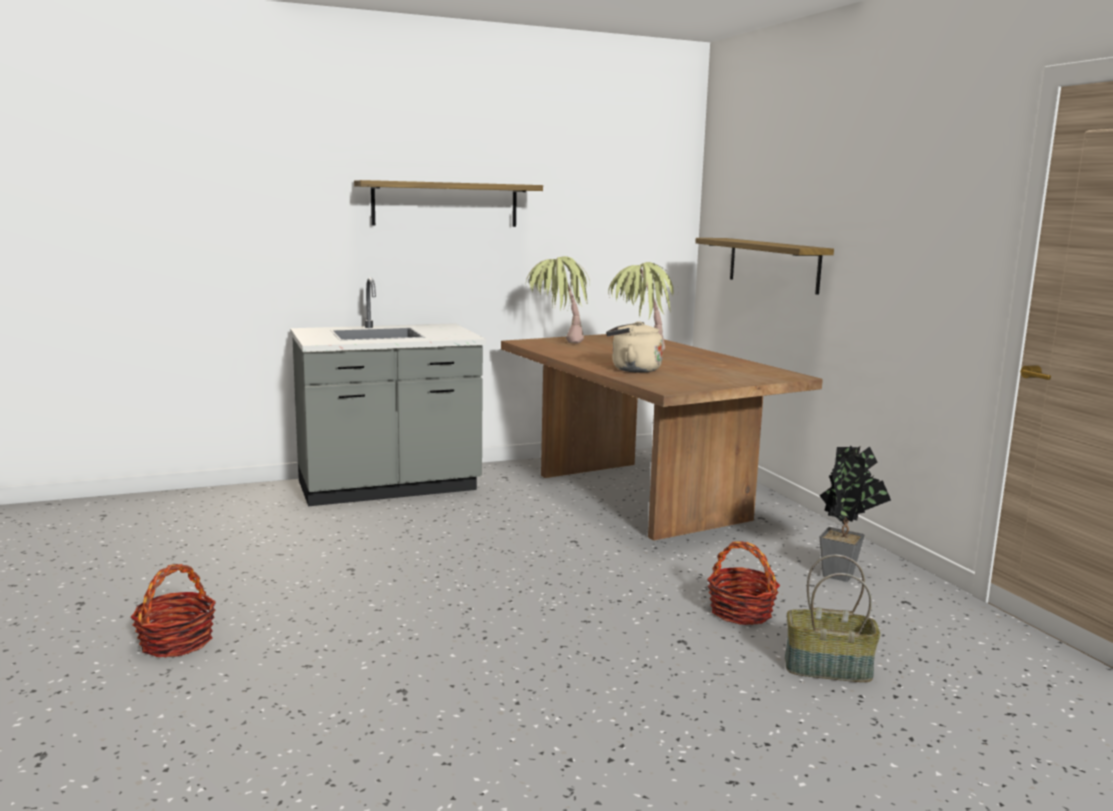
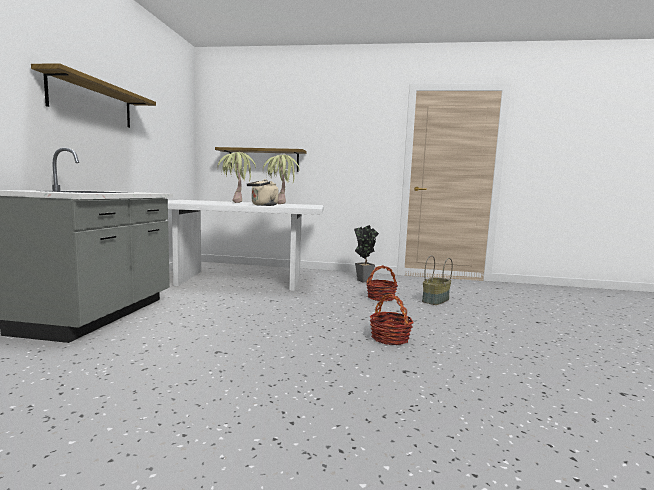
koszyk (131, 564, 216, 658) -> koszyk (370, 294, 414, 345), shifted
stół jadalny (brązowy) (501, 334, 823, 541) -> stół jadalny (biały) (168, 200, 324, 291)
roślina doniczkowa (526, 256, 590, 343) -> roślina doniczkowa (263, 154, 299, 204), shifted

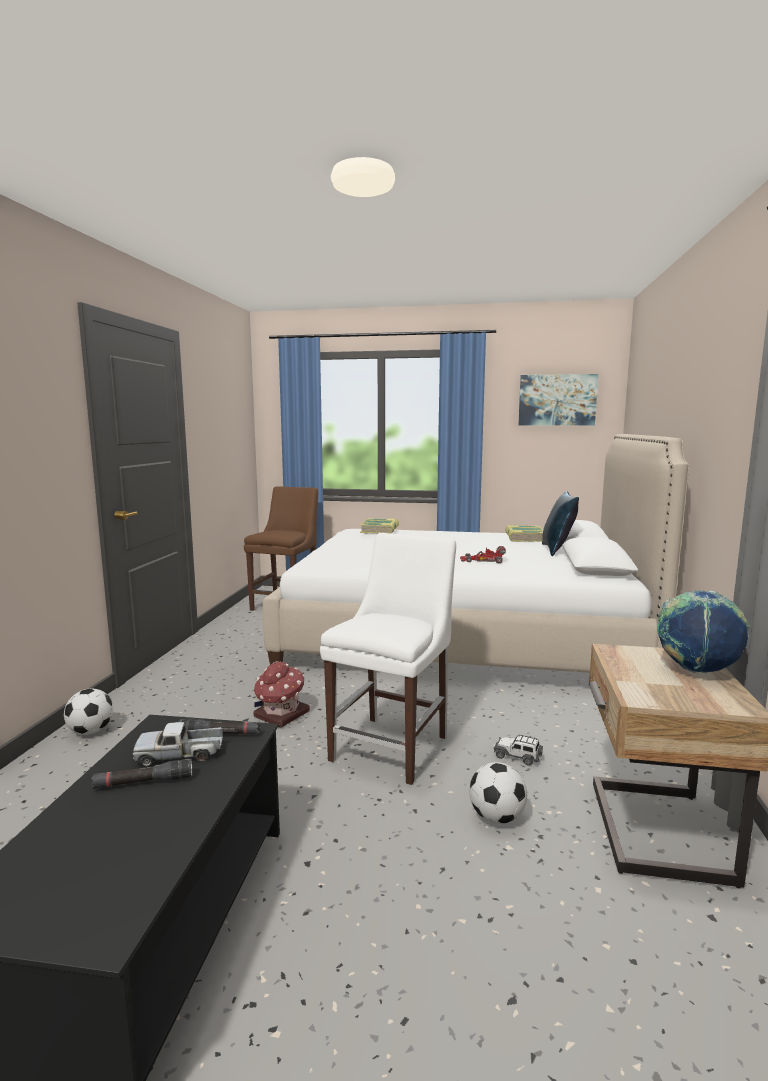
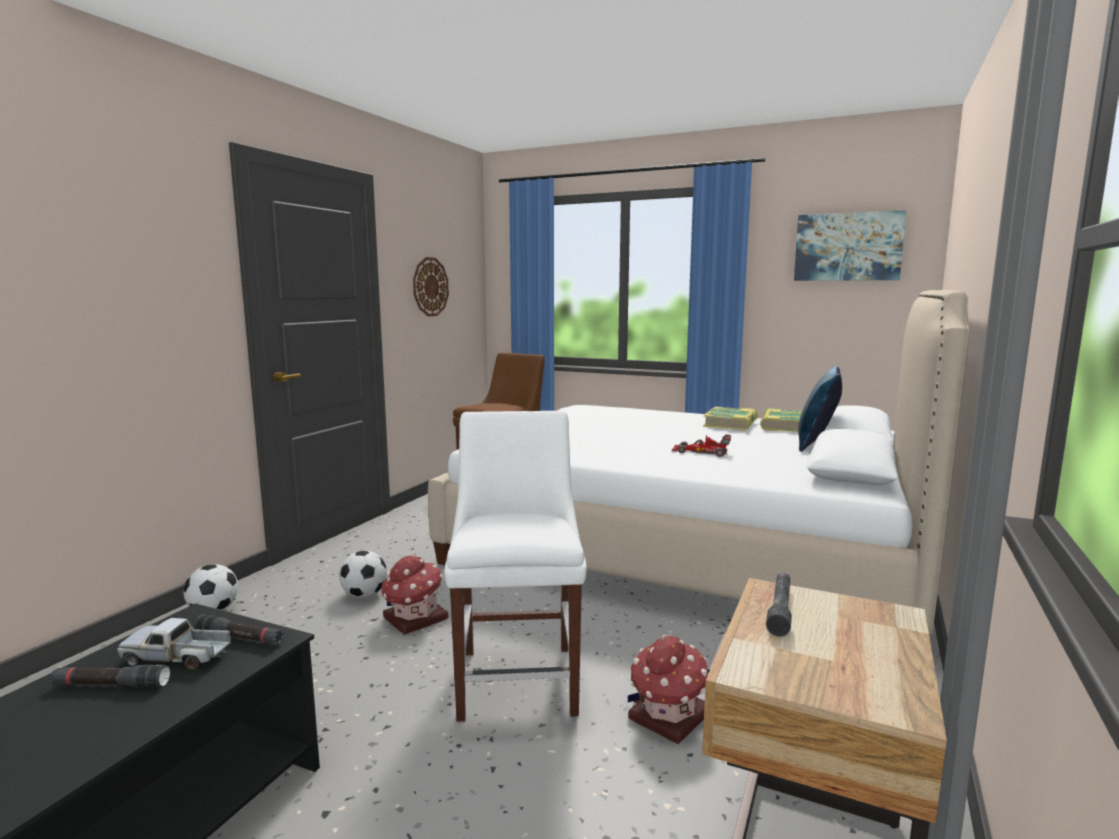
krzesło (biały) (320, 533, 456, 785) -> krzesło (biały) (444, 411, 587, 722), 45 degrees counterclockwise
książka (360, 518, 399, 534) -> książka (703, 407, 758, 431), shifted
piłka futbolowa (469, 762, 527, 824) -> piłka futbolowa (339, 551, 387, 598), shifted
samochodzik (494, 734, 543, 766) -> domek (628, 635, 708, 744)
globus (657, 590, 750, 674) -> none
none -> zegar ścienny (413, 257, 449, 316)
none -> latarka (szary) (766, 573, 792, 637)

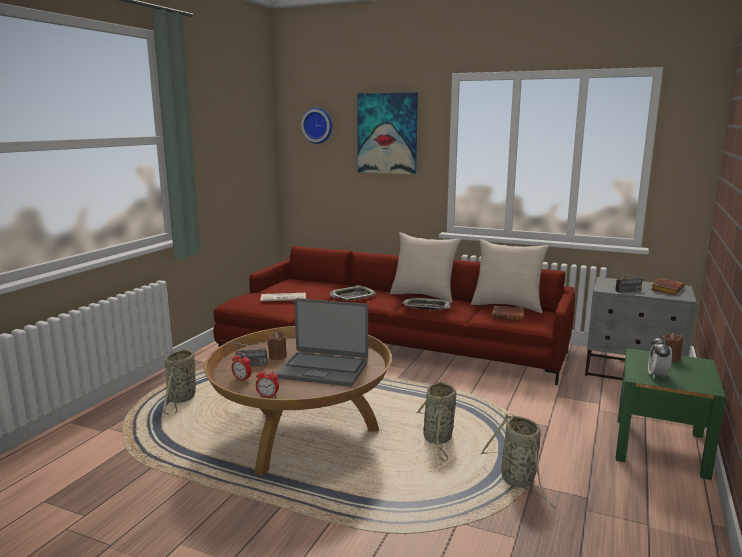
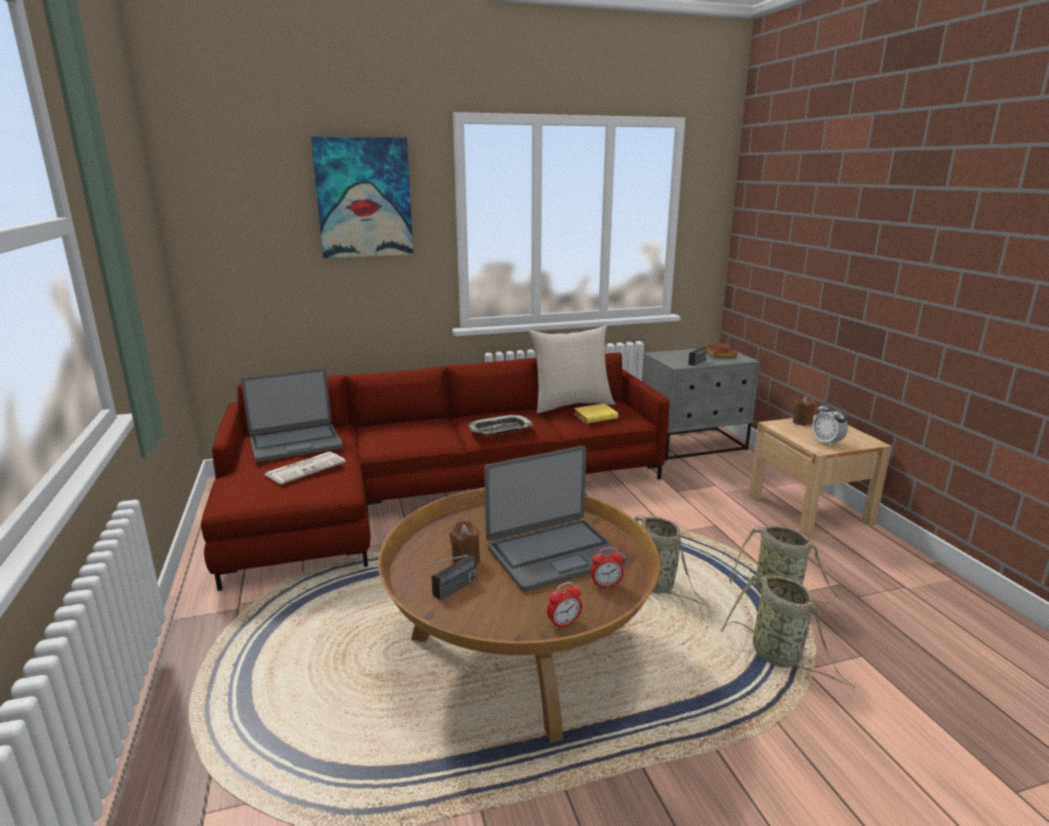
koszyk (163, 348, 196, 415) -> koszyk (721, 574, 855, 688), shifted
budzik (232, 352, 252, 381) -> budzik (590, 547, 624, 589), shifted
zegar ścienny (301, 107, 332, 144) -> none
taca (330, 285, 376, 301) -> none
poduszka (beżowy) (390, 232, 461, 303) -> none
książka (brązowy) (492, 306, 524, 321) -> książka (żółty) (574, 403, 618, 424)
szafka nocna (zielony) (615, 348, 726, 480) -> szafka nocna (beżowy) (749, 415, 892, 537)
none -> laptop (241, 368, 343, 462)

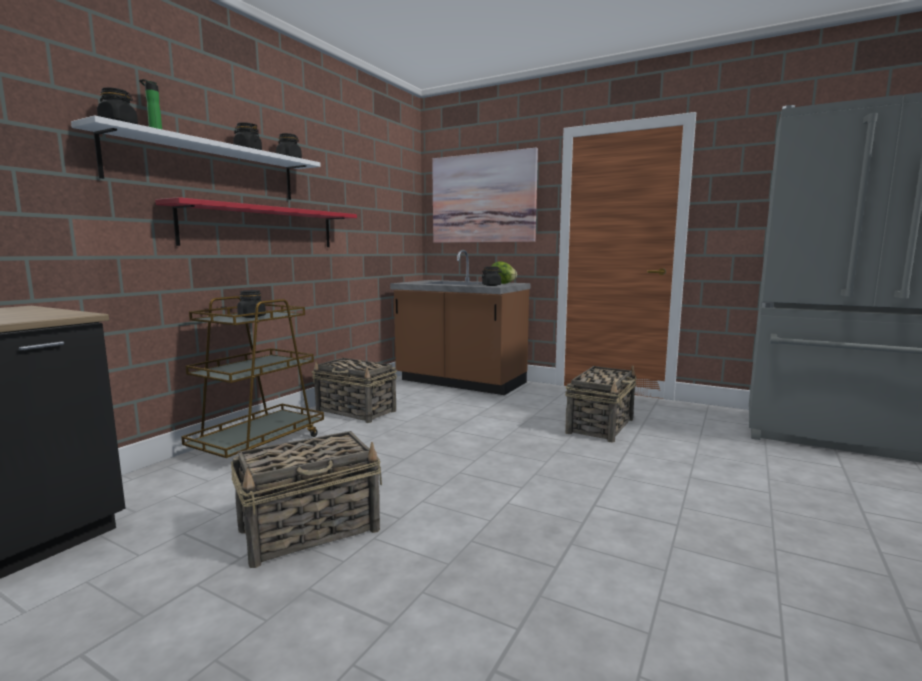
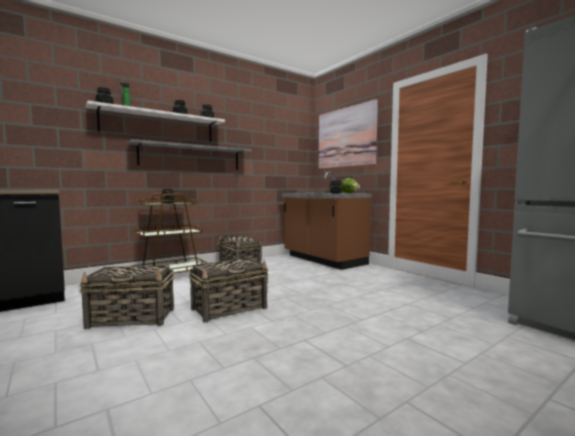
półka (czerwony) (155, 197, 357, 247) -> półka (szary) (127, 139, 252, 169)
koszyk (565, 365, 636, 443) -> koszyk (189, 258, 268, 323), shifted

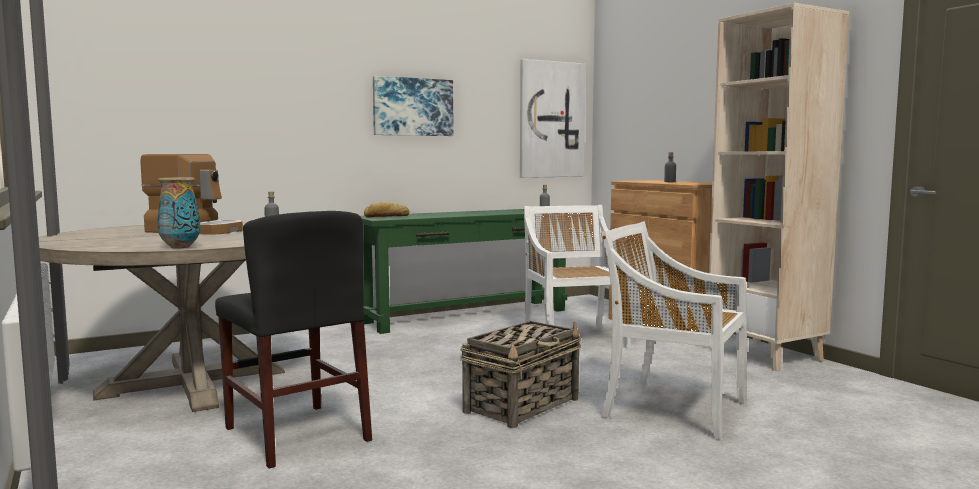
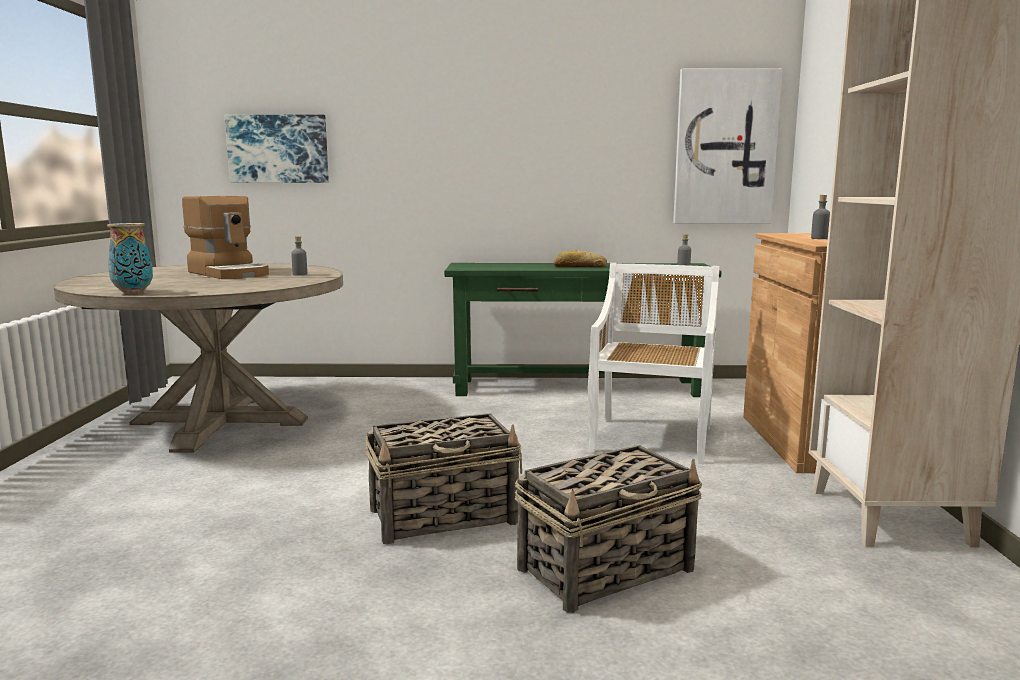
krzesło (czarny) (215, 211, 372, 469) -> none
chleb (364, 203, 409, 217) -> chleb (553, 250, 607, 267), shifted
obraz (373, 76, 453, 136) -> obraz (225, 115, 329, 183), shifted
krzesło (biały) (601, 221, 747, 441) -> koszyk (515, 445, 702, 613)

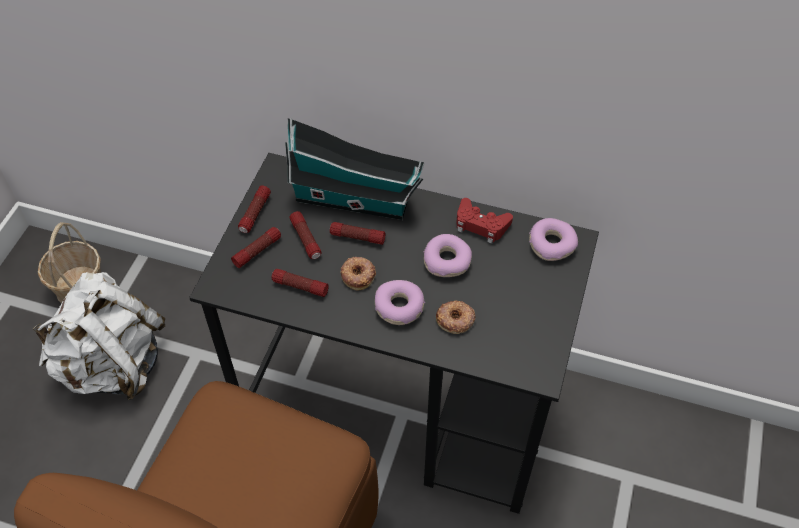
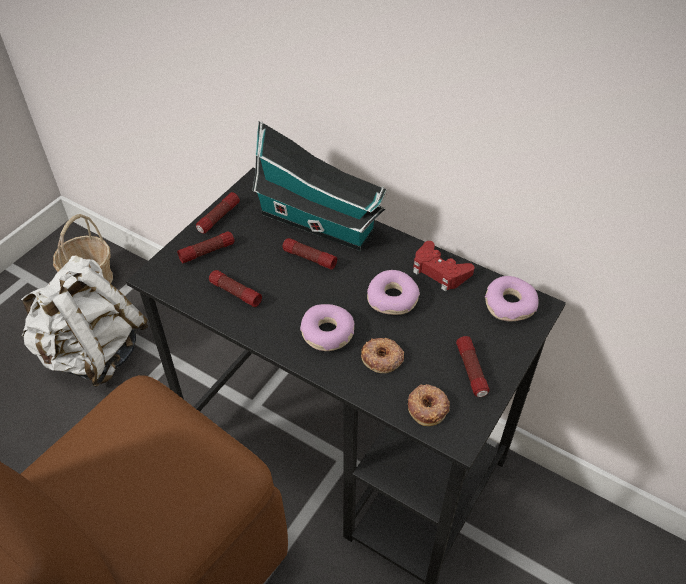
latarka (289, 211, 322, 259) -> latarka (456, 336, 489, 397), shifted
donut (340, 257, 376, 291) -> donut (408, 384, 450, 426), shifted

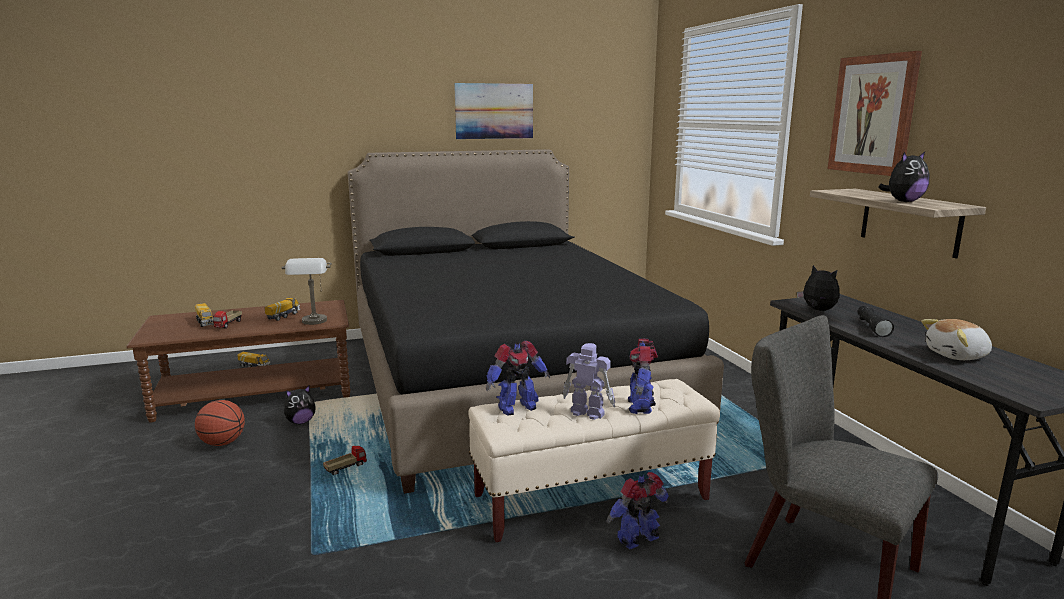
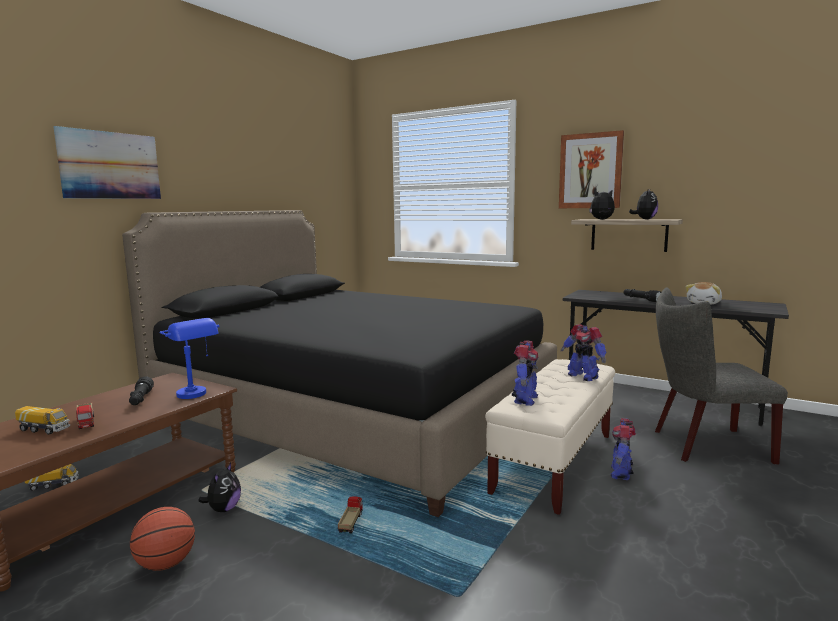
ciężarówka zabawkowa (265, 297, 300, 321) -> latarka (czarny) (129, 376, 154, 405)
lampa stołowa (szary) (282, 258, 332, 325) -> lampa stołowa (niebieski) (160, 318, 220, 399)
obraz (454, 83, 533, 139) -> obraz (53, 126, 161, 199), shifted
robot zabawkowy (563, 343, 615, 420) -> none
pluszak (797, 265, 840, 311) -> pluszak (589, 190, 615, 220), shifted

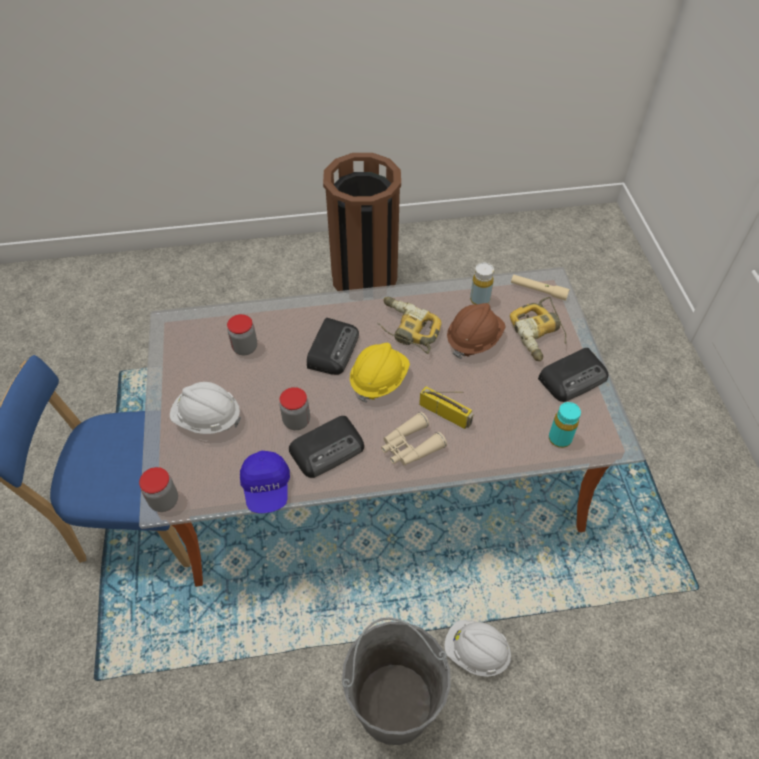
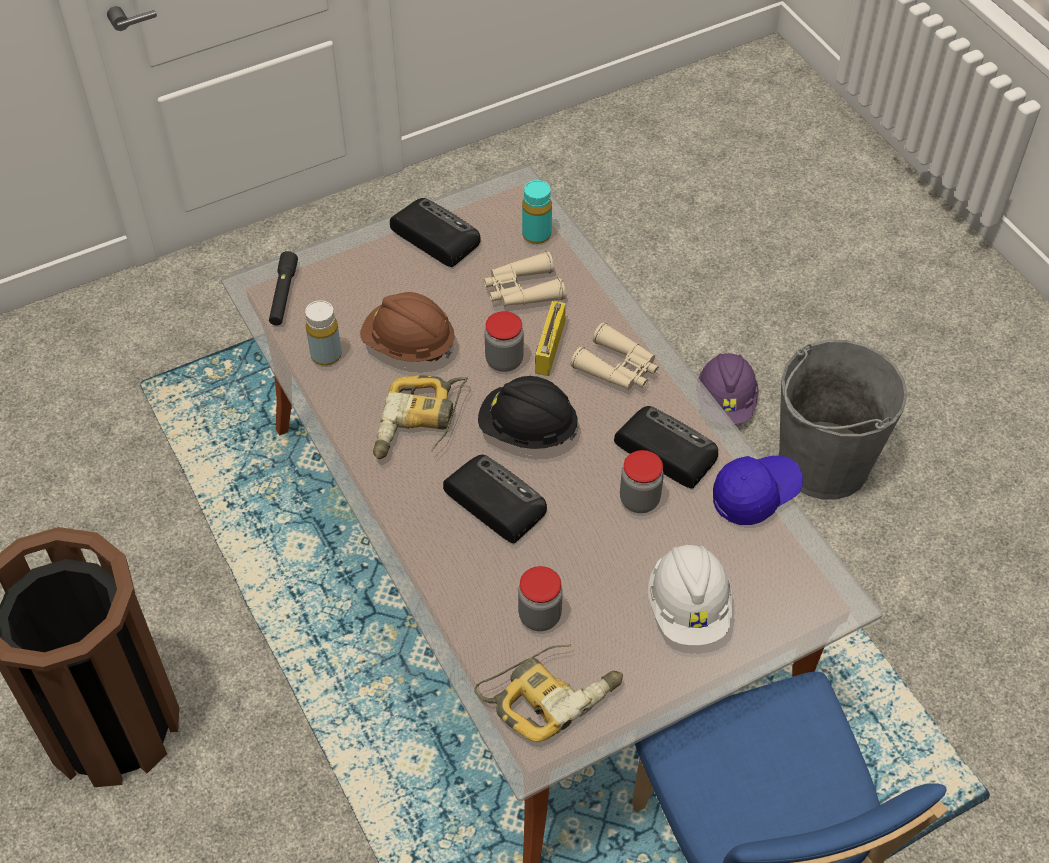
słoik (139, 467, 178, 512) -> słoik (484, 311, 524, 372), shifted
radio (307, 318, 359, 375) -> radio (443, 455, 547, 544), 45 degrees clockwise
kask (żółty) (350, 343, 410, 403) -> kask (czarny) (478, 376, 579, 449)
kask (biały) (444, 620, 511, 677) -> kask (fioletowy) (698, 353, 759, 424)
wiertarka (510, 297, 566, 361) -> wiertarka (474, 644, 623, 742), shifted
latarka (beżowy) (511, 275, 570, 301) -> latarka (czarny) (269, 251, 298, 325)
none -> lornetka (beżowy) (484, 251, 566, 307)

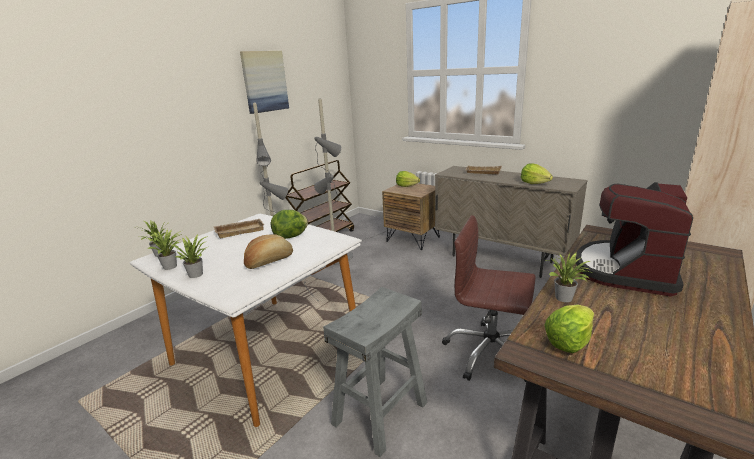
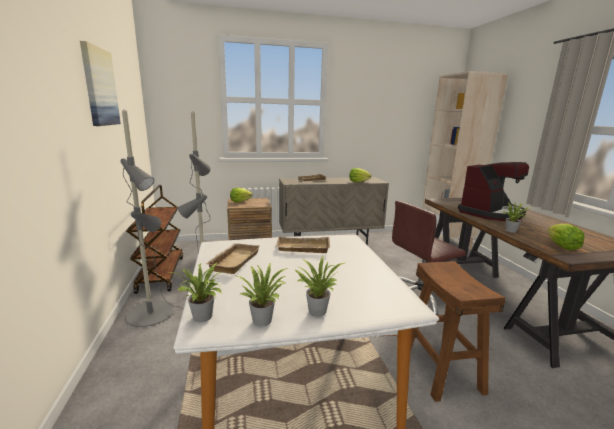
chleb (244, 234, 293, 269) -> none
sałata (271, 210, 308, 239) -> taca (beżowy) (275, 236, 330, 253)
stołek (szary) (323, 287, 428, 457) -> stołek (brązowy) (411, 261, 506, 402)
ekspres do kawy (576, 182, 693, 297) -> ekspres do kawy (458, 162, 529, 221), 105 degrees counterclockwise

